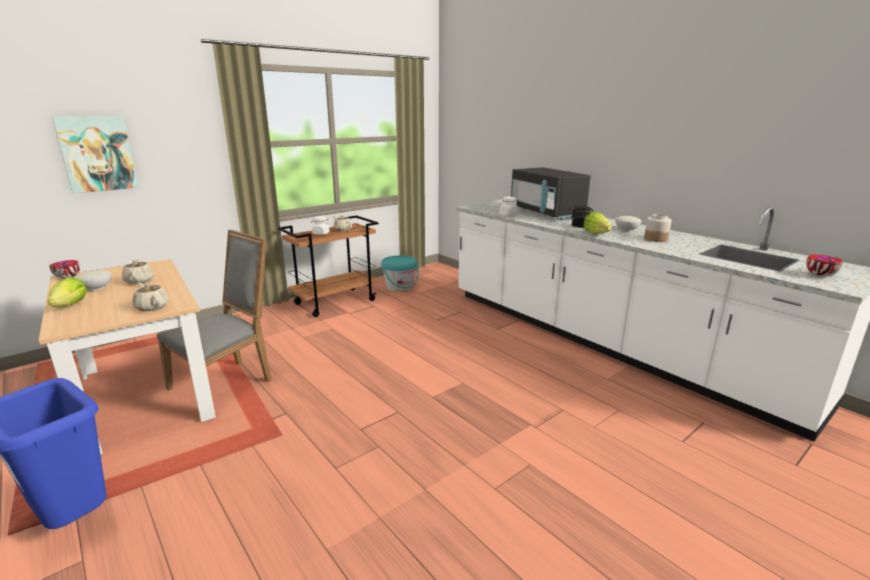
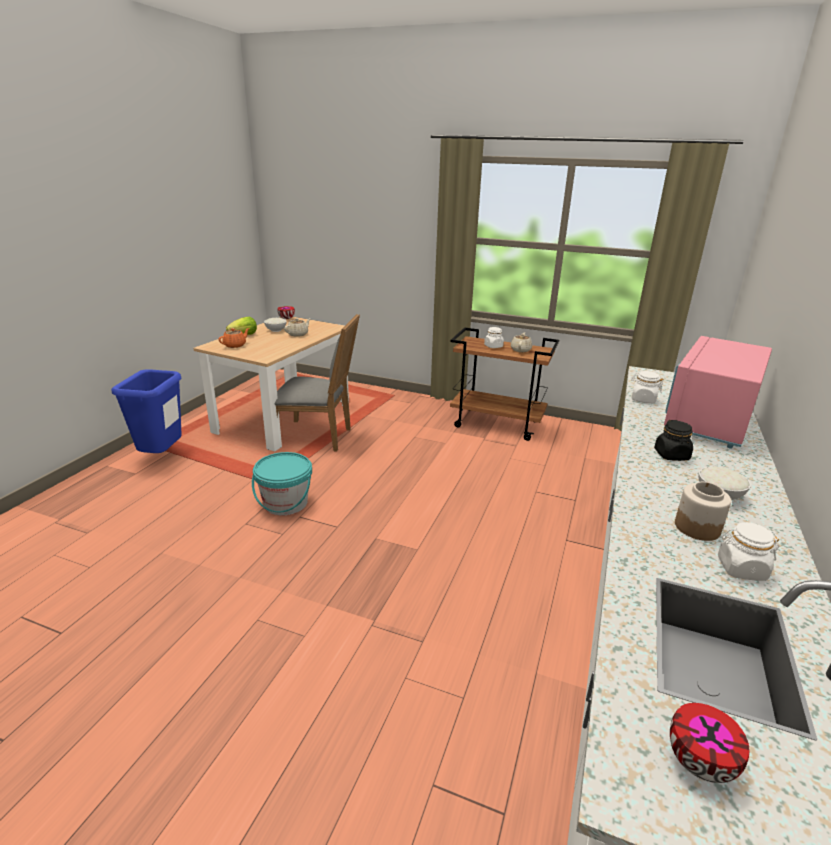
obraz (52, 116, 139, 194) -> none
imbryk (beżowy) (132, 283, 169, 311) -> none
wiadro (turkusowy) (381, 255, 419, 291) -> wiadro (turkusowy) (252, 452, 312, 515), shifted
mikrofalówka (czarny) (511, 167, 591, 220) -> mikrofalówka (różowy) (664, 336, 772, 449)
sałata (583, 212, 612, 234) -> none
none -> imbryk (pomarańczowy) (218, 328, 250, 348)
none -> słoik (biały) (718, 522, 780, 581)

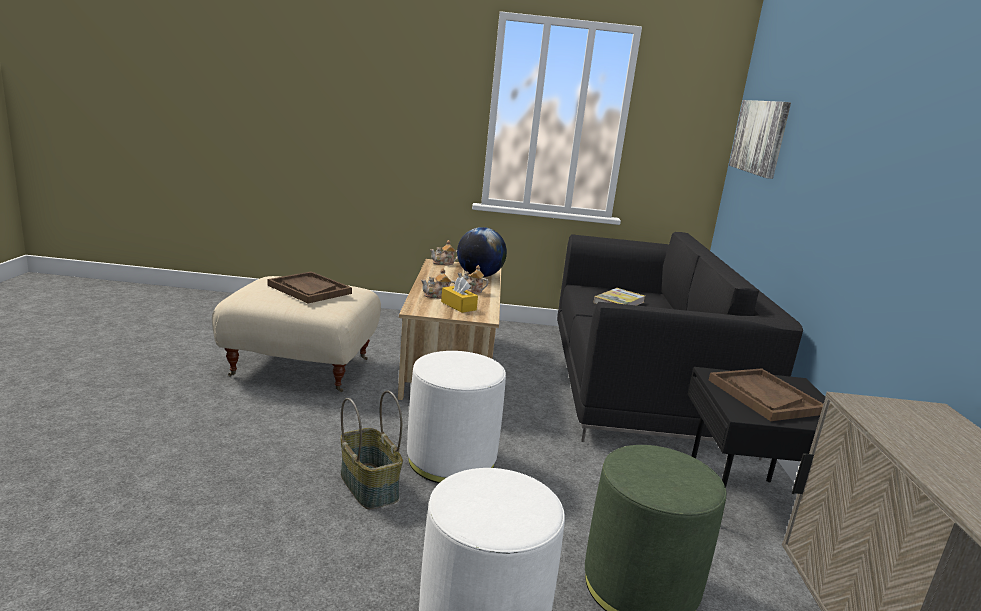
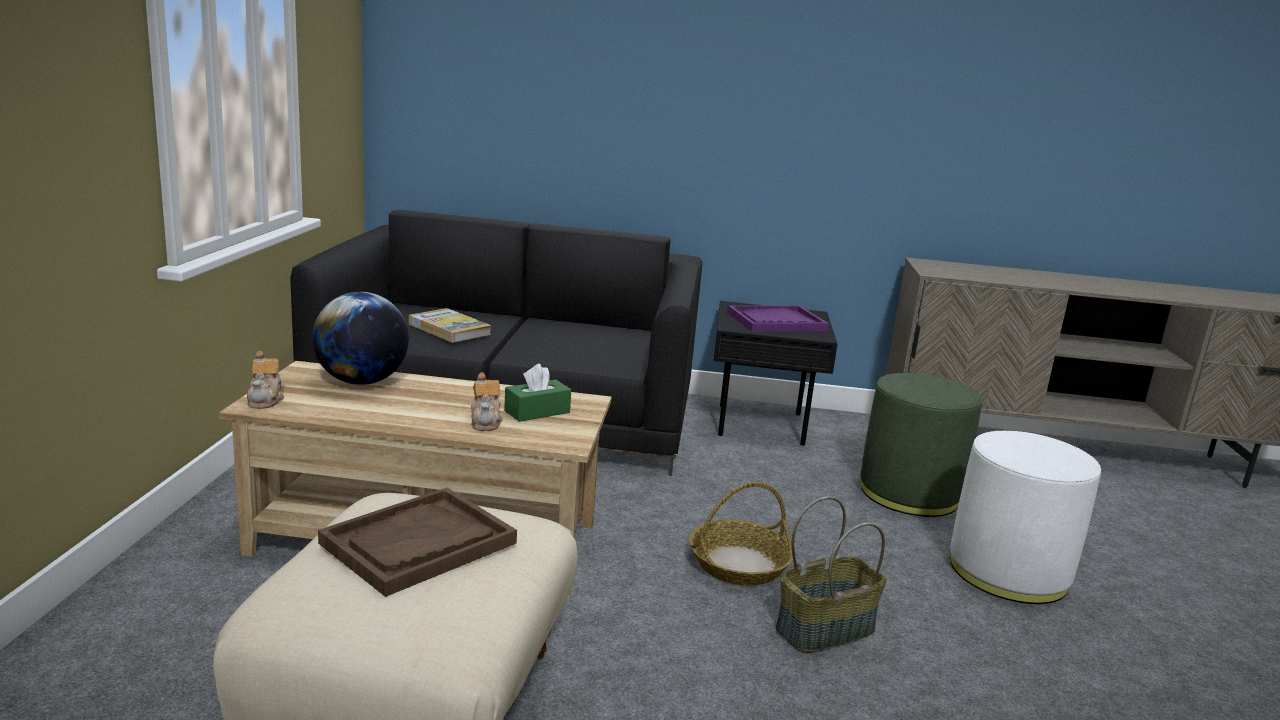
pufa (biały) (407, 351, 506, 483) -> koszyk (689, 482, 793, 586)
pudełko chusteczek (żółty) (441, 277, 478, 313) -> pudełko chusteczek (zielony) (504, 364, 571, 422)
imbryk (458, 265, 489, 294) -> none
taca (brązowy) (709, 368, 823, 421) -> taca (fioletowy) (727, 305, 828, 332)
obraz (729, 100, 791, 179) -> none

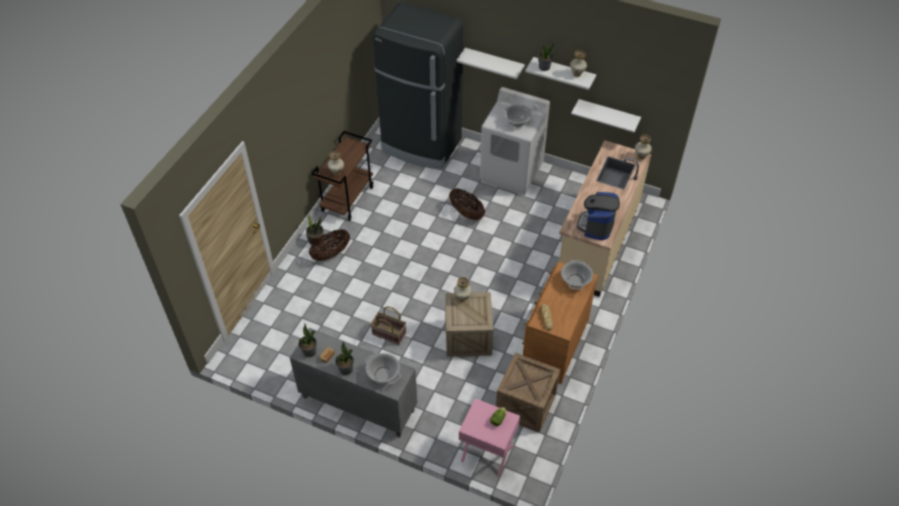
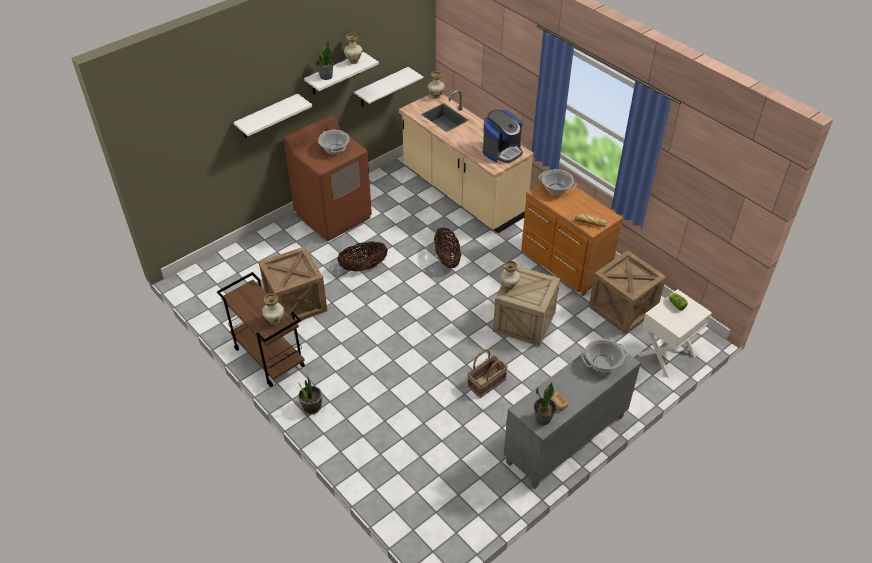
koszyk (309, 229, 350, 261) -> koszyk (434, 227, 461, 268), shifted
roślina doniczkowa (335, 341, 354, 375) -> none
lodówka (czarny) (373, 2, 463, 170) -> none
szafka nocna (różowy) (459, 398, 520, 477) -> szafka nocna (biały) (637, 289, 712, 379)
pralka (biały) (480, 87, 550, 195) -> pralka (brązowy) (284, 115, 372, 241)
ekspres do kawy (577, 192, 620, 240) -> ekspres do kawy (483, 110, 523, 163), 90 degrees counterclockwise
none -> skrzynka (259, 246, 327, 321)

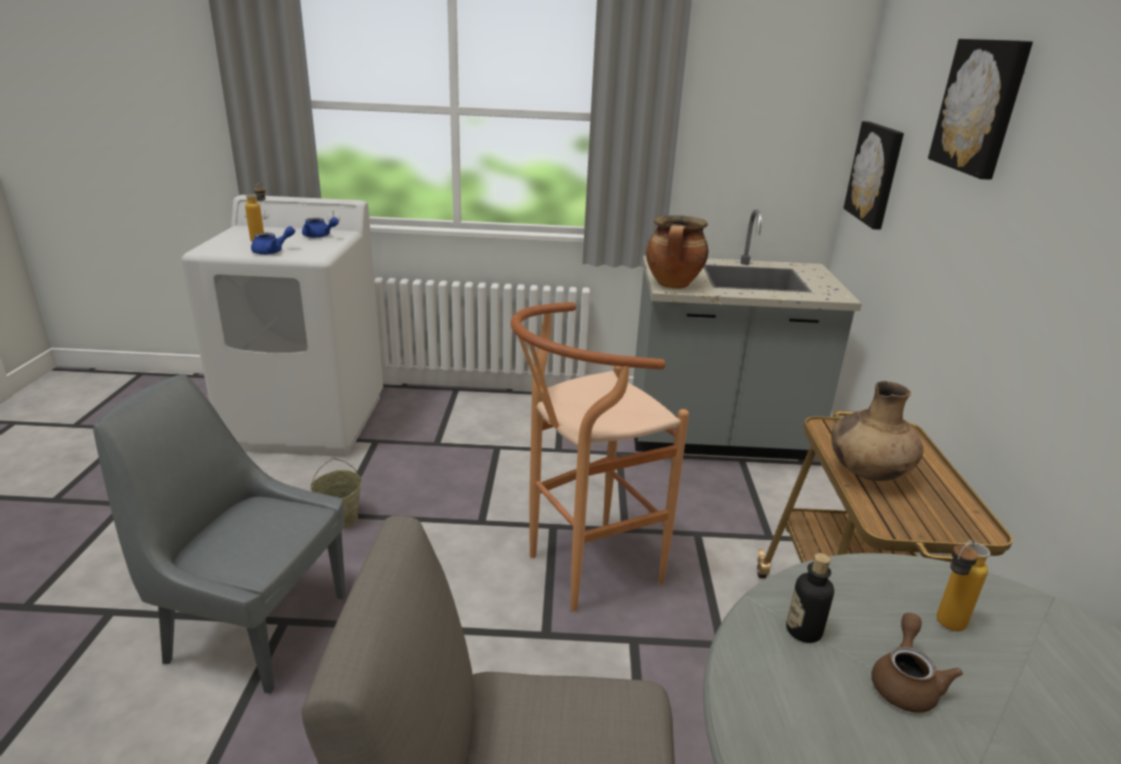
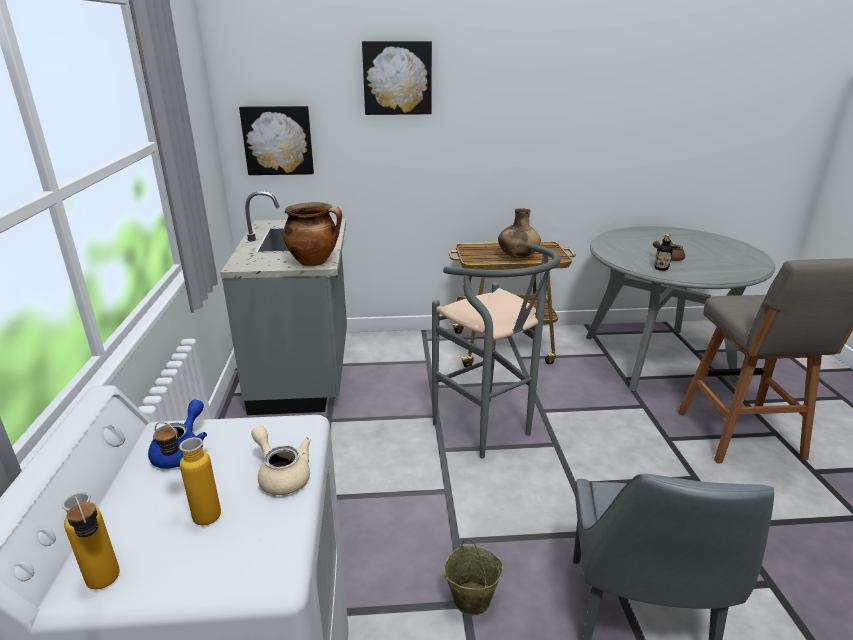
imbryk (niebieski) (251, 226, 295, 255) -> imbryk (beżowy) (251, 426, 311, 495)
stołek (brązowy) (511, 302, 689, 612) -> stołek (szary) (432, 244, 561, 459)
butelka (937, 540, 991, 631) -> butelka (62, 492, 120, 589), shifted

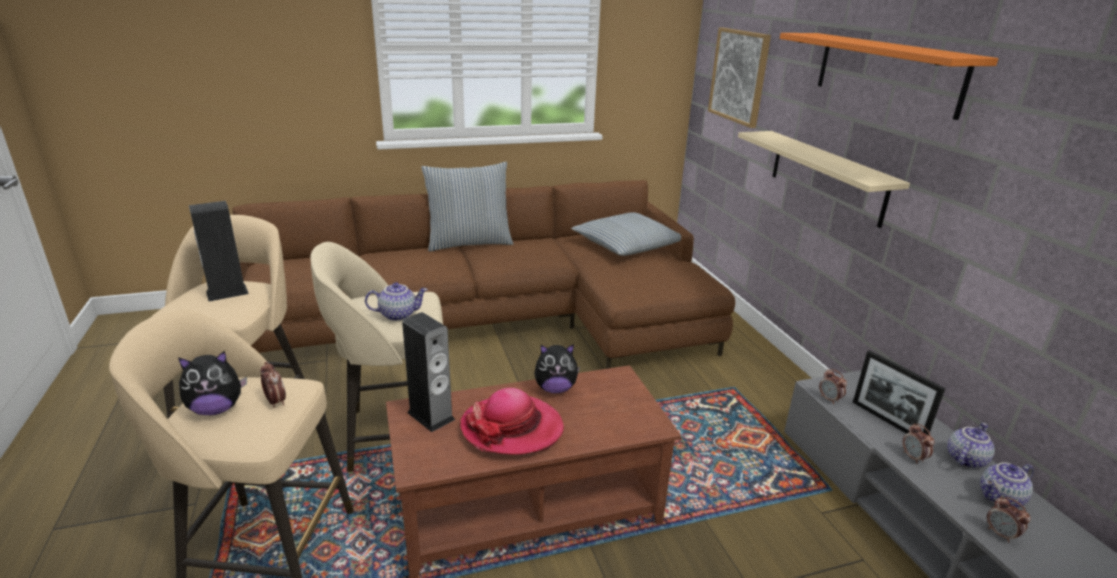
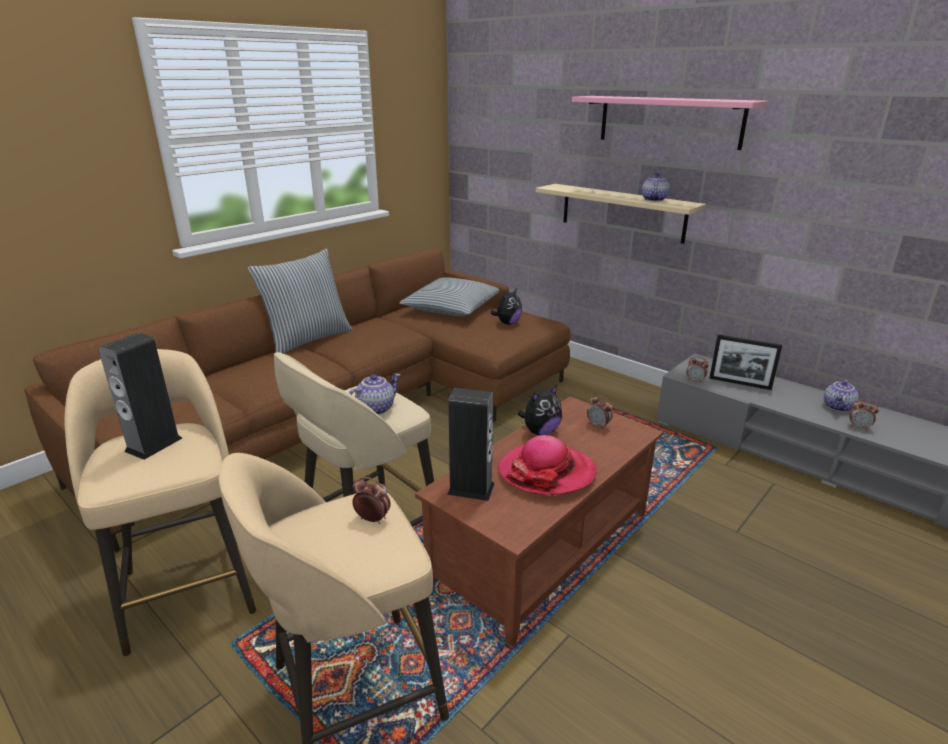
pluszak (178, 351, 247, 415) -> pluszak (491, 288, 522, 325), shifted
obraz (708, 28, 771, 128) -> none
półka (pomarańczowy) (780, 33, 999, 120) -> półka (różowy) (572, 96, 769, 150)
budzik (903, 423, 935, 464) -> budzik (587, 395, 613, 429), shifted
imbryk (947, 423, 995, 468) -> imbryk (642, 173, 669, 201), shifted

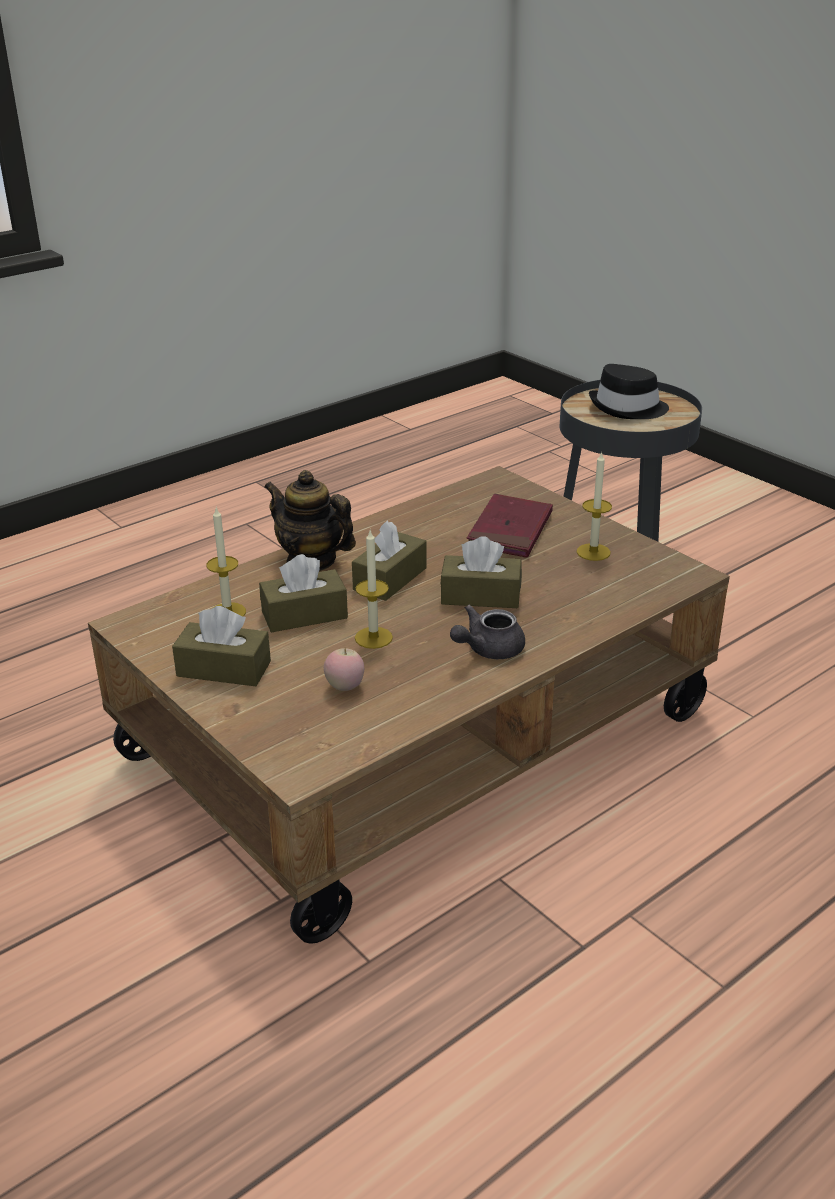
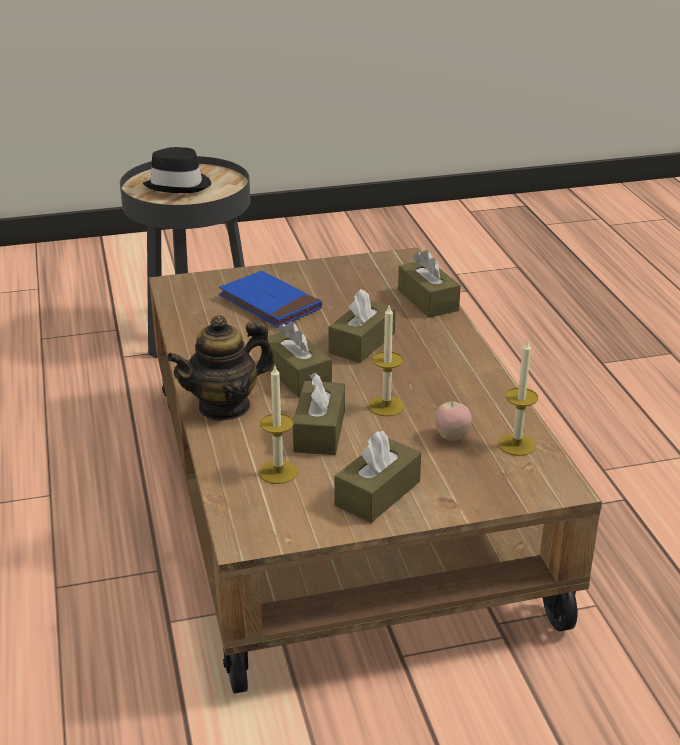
imbryk (szary) (450, 605, 525, 659) -> none
książka (czerwony) (467, 494, 553, 558) -> książka (niebieski) (219, 271, 322, 327)
świeca (577, 451, 612, 561) -> świeca (498, 339, 538, 456), shifted
none -> pudełko chusteczek (brązowy) (398, 250, 461, 318)

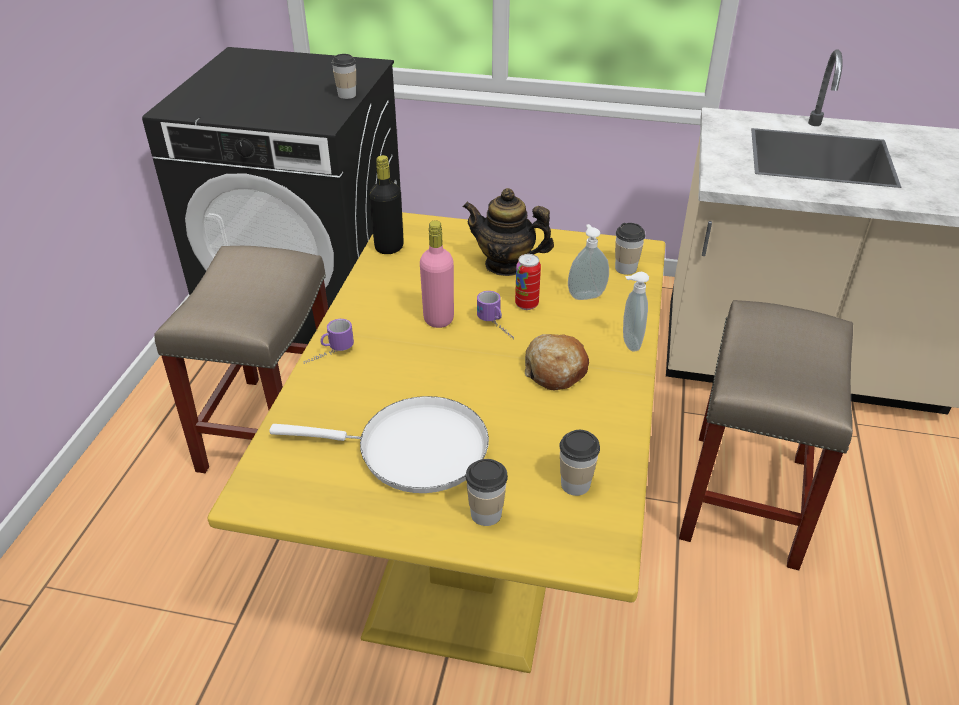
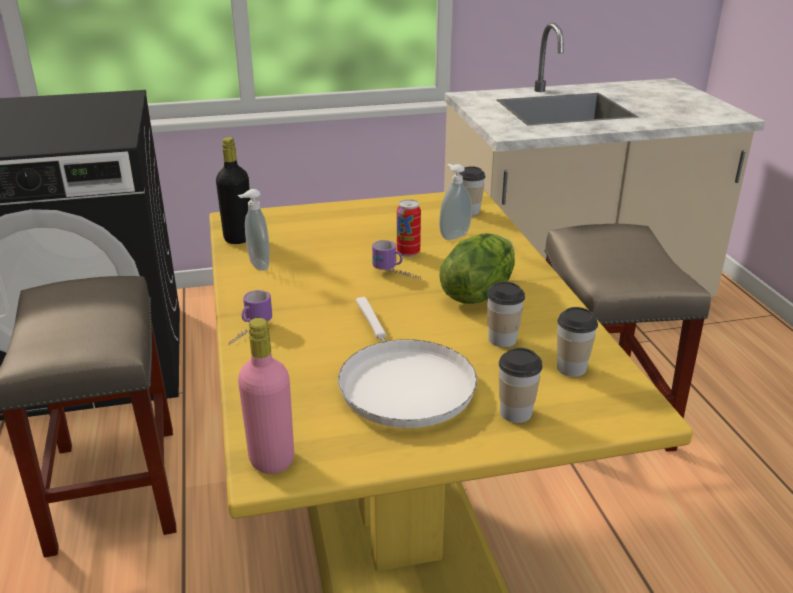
patelnia (biały) (269, 396, 489, 493) -> patelnia (biały) (338, 297, 477, 428), 90 degrees clockwise
filiżanka (332, 54, 356, 99) -> filiżanka (487, 282, 525, 347), shifted
butelka (różowy) (420, 220, 454, 328) -> butelka (różowy) (238, 318, 294, 474), shifted
imbryk (463, 188, 554, 276) -> none
chleb (525, 334, 589, 390) -> sałata (439, 233, 515, 304)
dozownik mydła (623, 272, 649, 351) -> dozownik mydła (238, 189, 270, 271), shifted

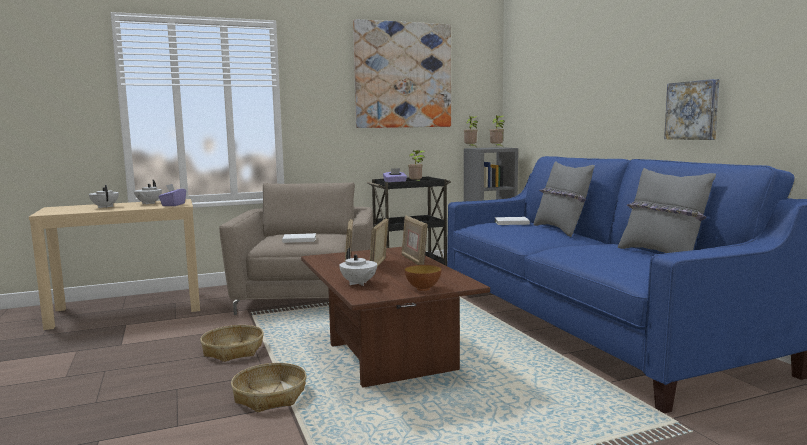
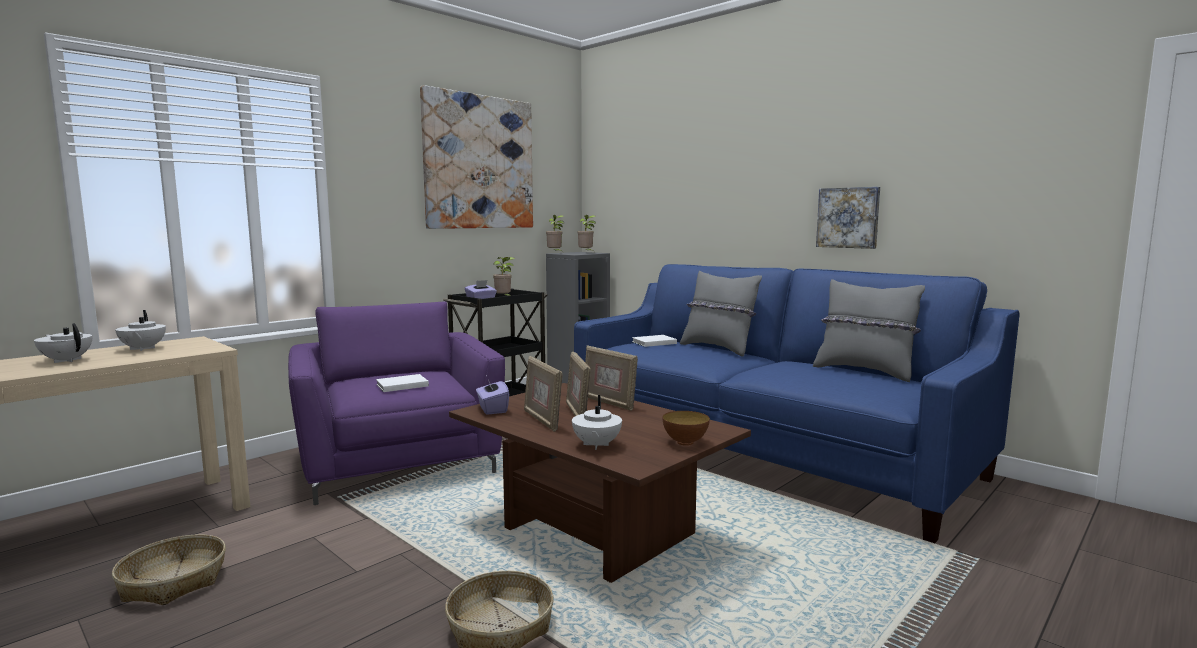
pudełko chusteczek (fioletowy) (158, 184, 186, 206) -> pudełko chusteczek (fioletowy) (476, 375, 509, 415), shifted
koszyk (200, 325, 264, 362) -> koszyk (112, 534, 226, 605), shifted
fotel (beżowy) (219, 182, 373, 315) -> fotel (fioletowy) (288, 301, 505, 505)
imbryk (biały) (339, 248, 377, 286) -> imbryk (biały) (572, 395, 622, 450), 60 degrees clockwise

